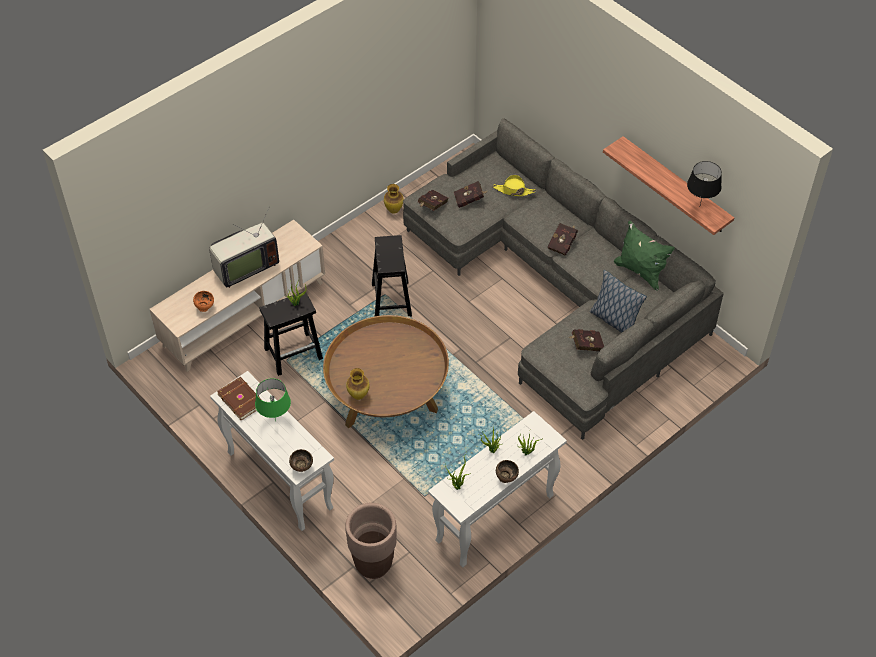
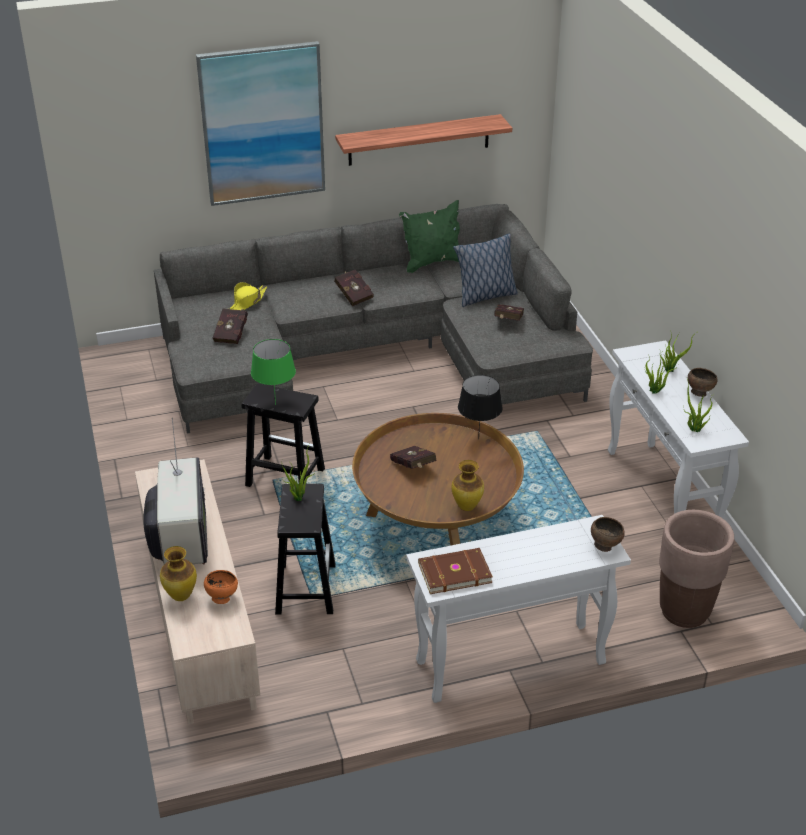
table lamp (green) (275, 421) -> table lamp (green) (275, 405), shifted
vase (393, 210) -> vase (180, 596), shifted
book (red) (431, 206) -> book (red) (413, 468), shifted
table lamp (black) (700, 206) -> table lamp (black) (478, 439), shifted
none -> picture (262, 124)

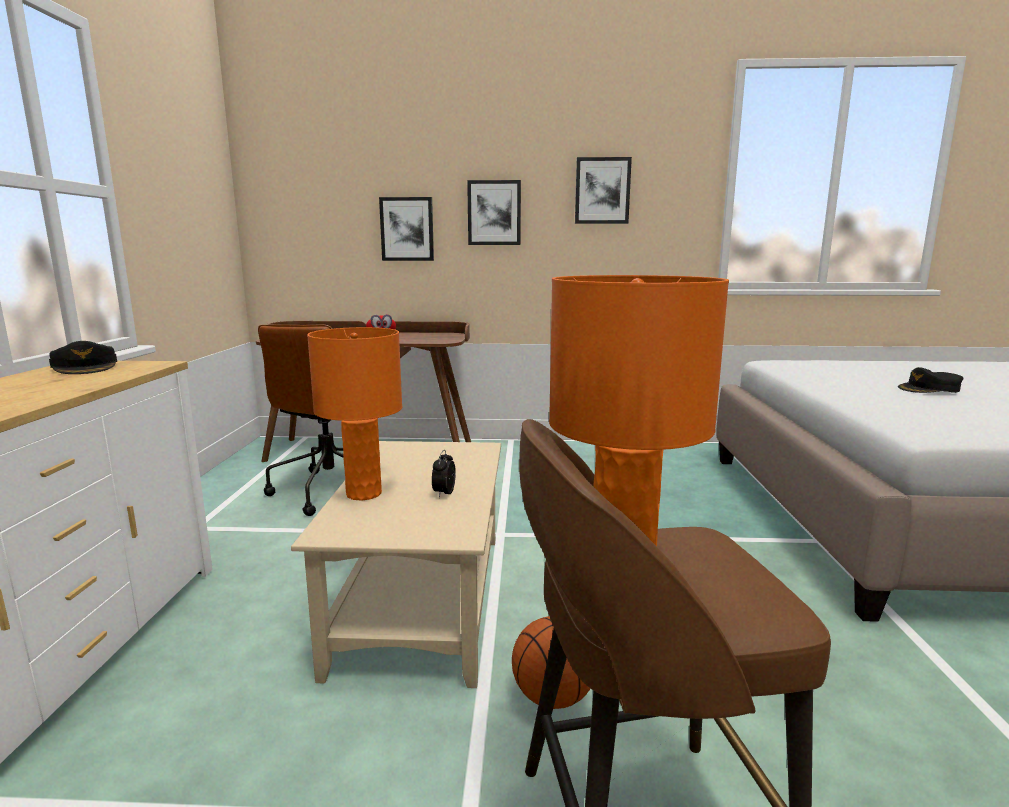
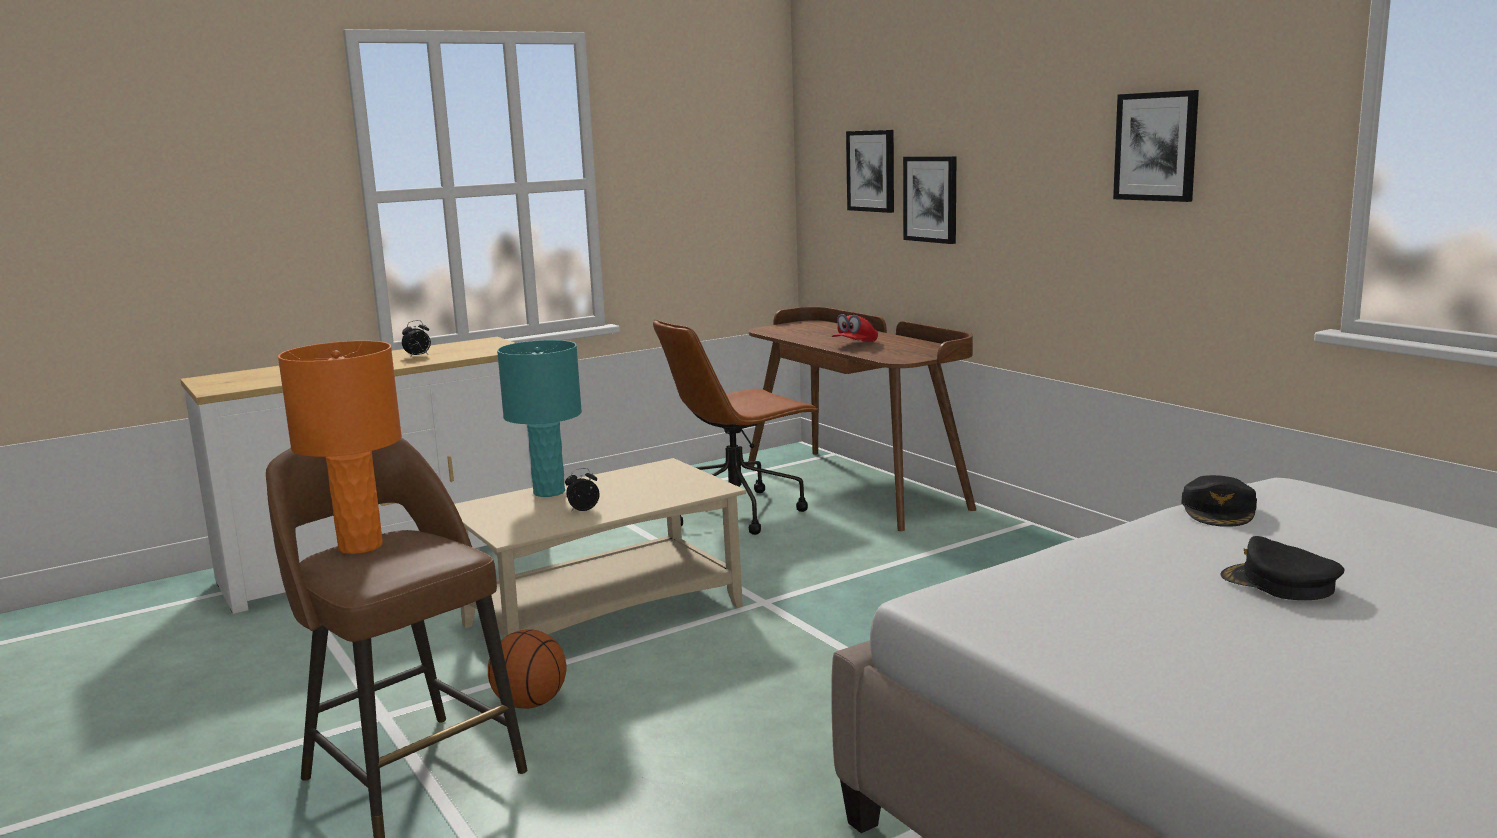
cap (black) (86, 367) -> cap (black) (1219, 510), shifted
table lamp (orange) (364, 493) -> table lamp (turquoise) (549, 492)
picture (494, 213) -> picture (871, 171), shifted
none -> alarm clock (418, 356)

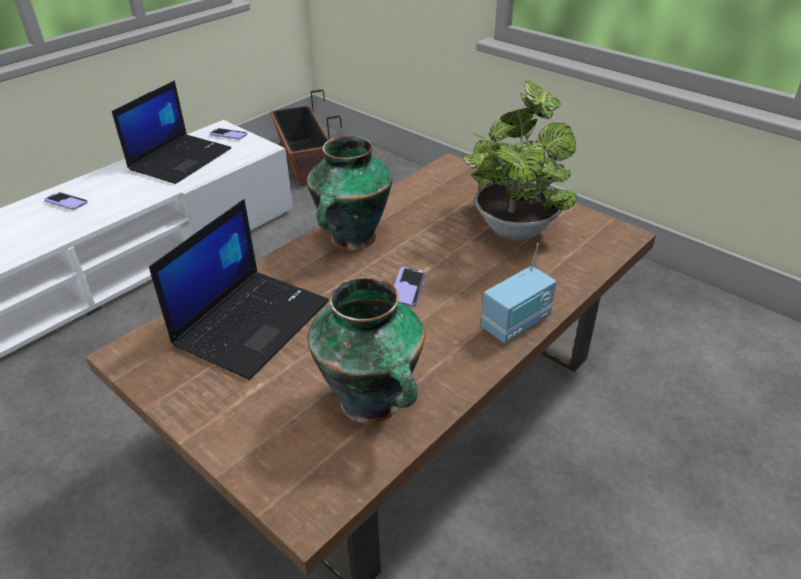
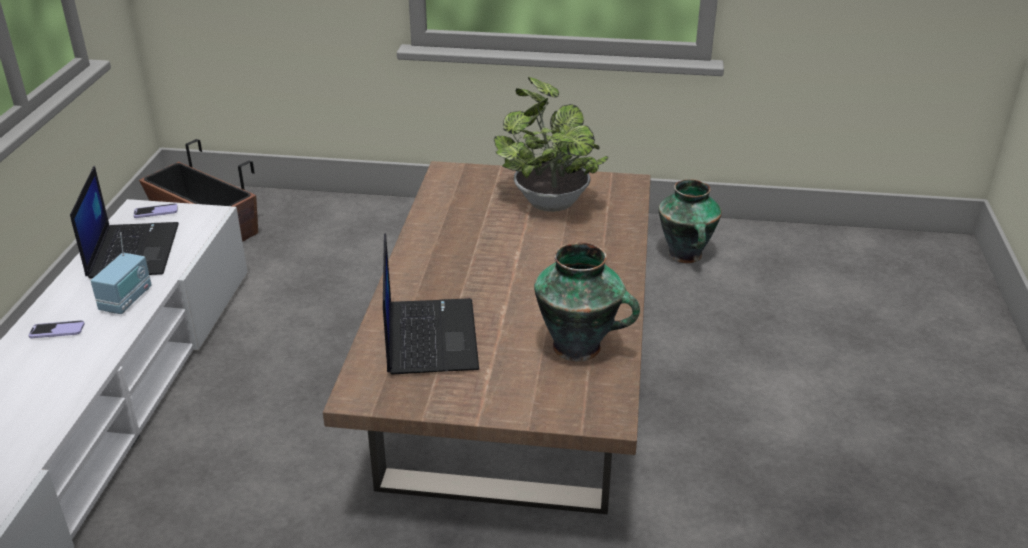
vase (352, 239) -> vase (685, 255), shifted
phone (408, 288) -> none
radio (516, 324) -> radio (126, 300), shifted

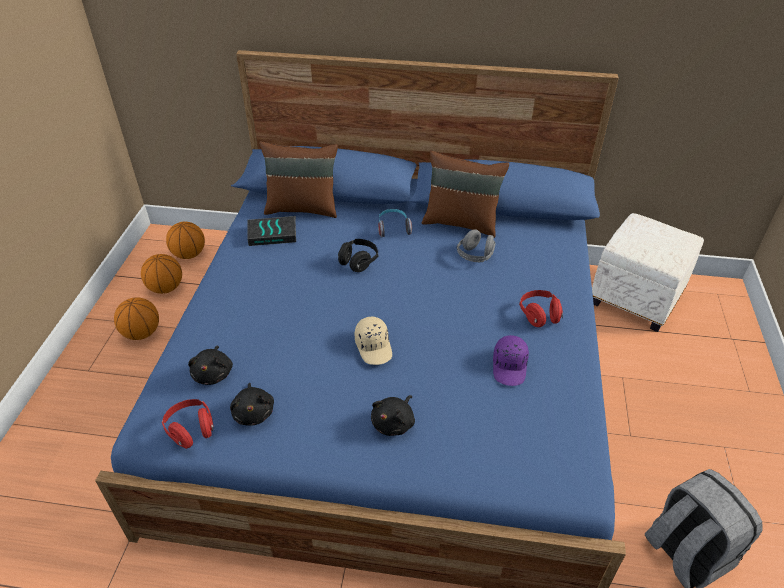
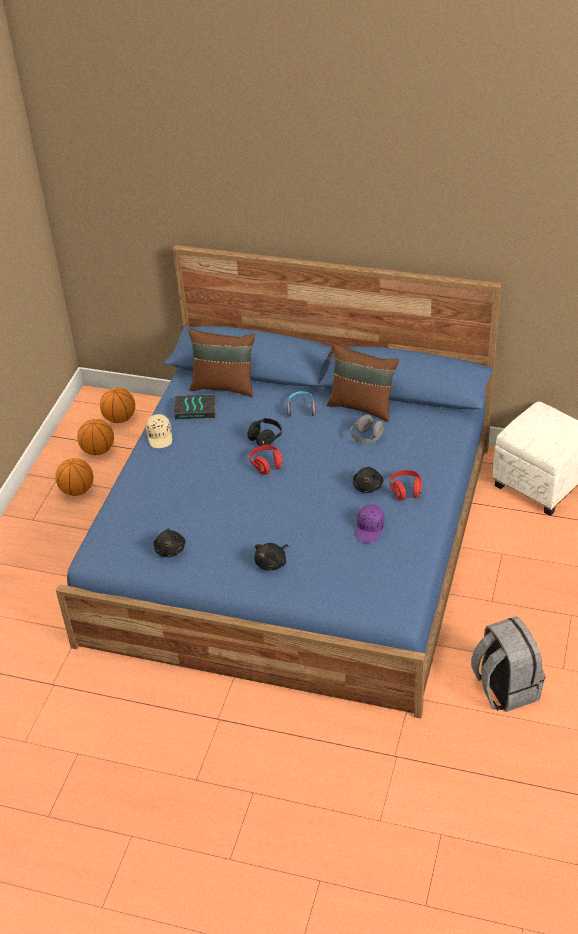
headphones (red) (191, 430) -> headphones (red) (266, 465), shifted
plush toy (black) (213, 373) -> plush toy (black) (368, 486), shifted
cap (beige) (374, 346) -> cap (beige) (160, 436), shifted

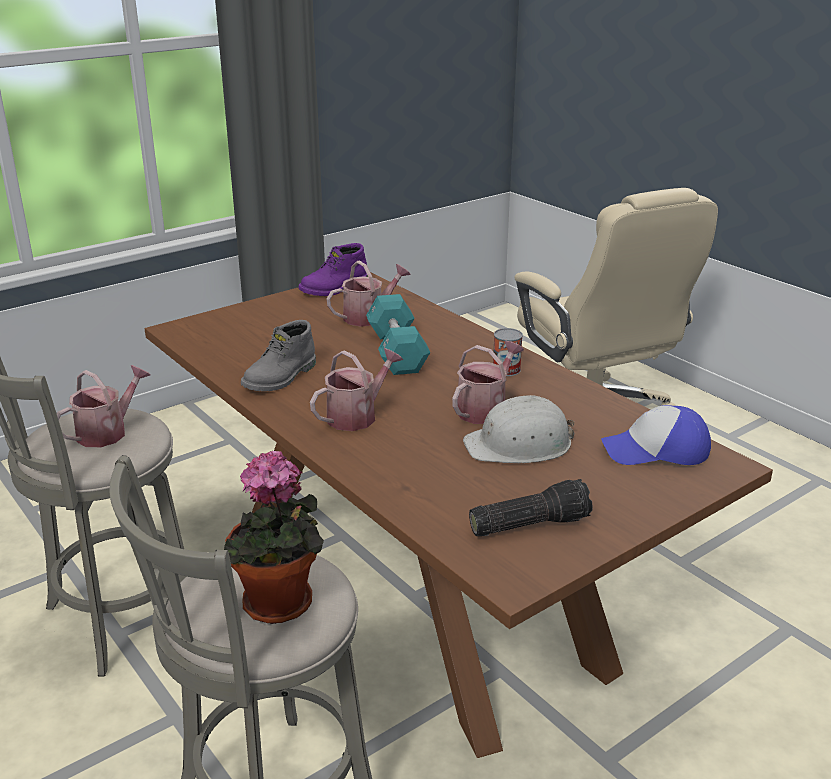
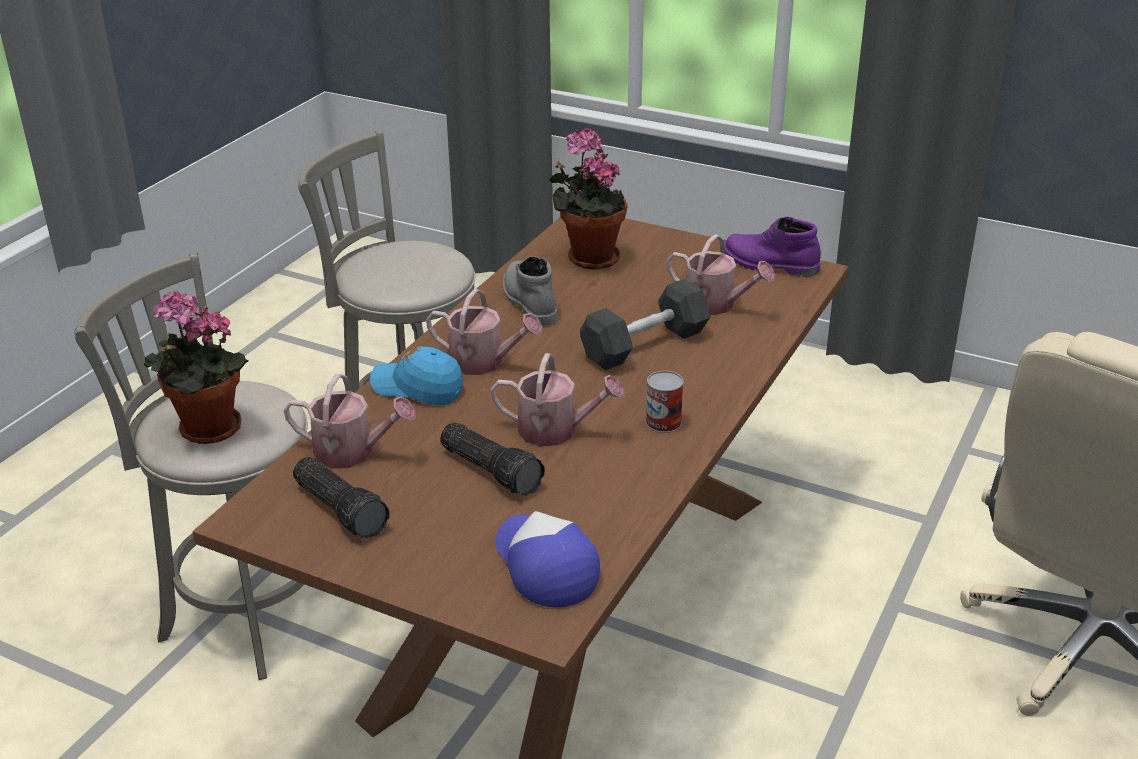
watering can (107, 432) -> watering can (352, 452), shifted
boot (grey) (281, 378) -> boot (grey) (528, 302), 60 degrees clockwise
dumbbell (turquoise) (397, 351) -> dumbbell (black) (645, 345)
hard hat (white) (520, 445) -> flashlight (493, 470)
none -> cap (blue) (418, 388)
none -> potted plant (589, 257)

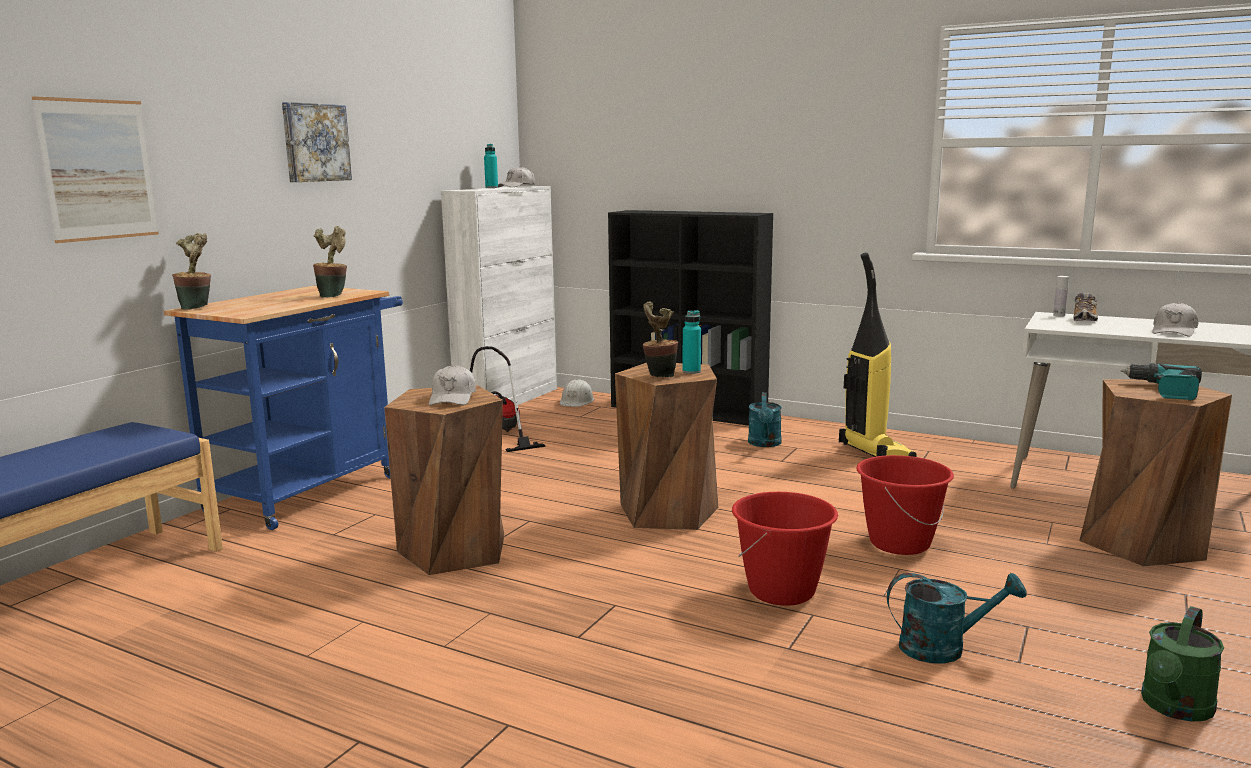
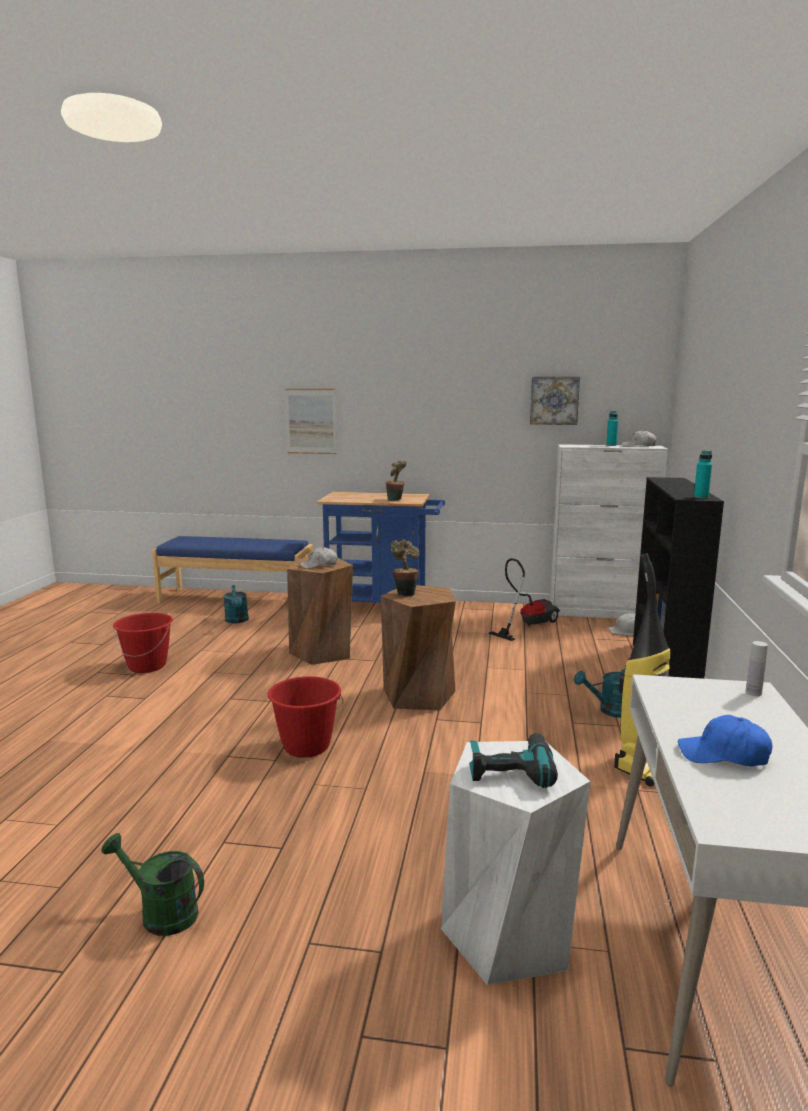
potted plant (197, 307) -> none
picture (315, 142) -> picture (554, 400), shifted
bottle (turquoise) (691, 371) -> bottle (turquoise) (701, 497), shifted
bucket (red) (899, 543) -> bucket (red) (147, 666), shifted
watering can (turquoise) (943, 648) -> watering can (turquoise) (237, 621), shifted
shoe (1084, 319) -> none
stool (brown) (1140, 543) -> stool (white) (508, 934)
cap (white) (1174, 331) -> cap (blue) (723, 755)

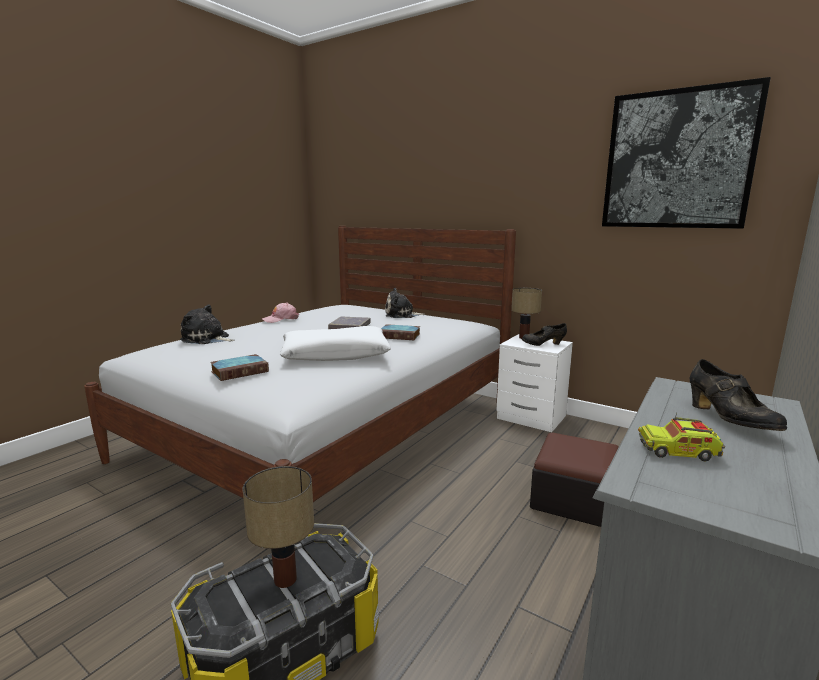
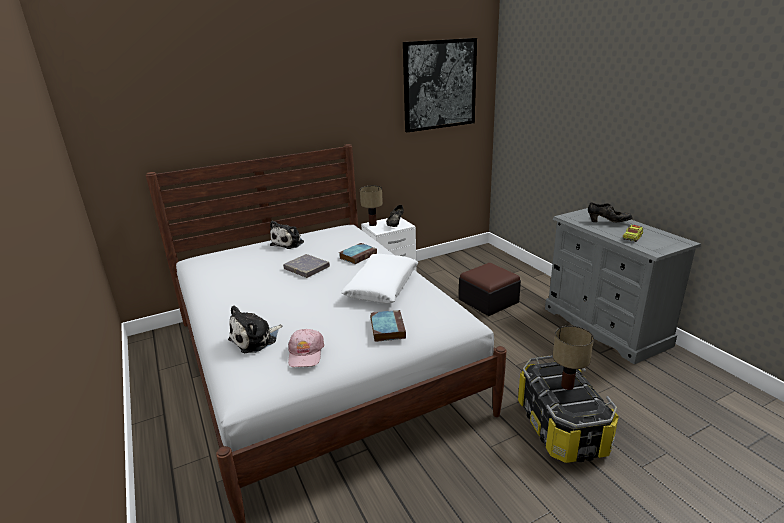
cap (pink) (280, 319) -> cap (pink) (305, 353), shifted

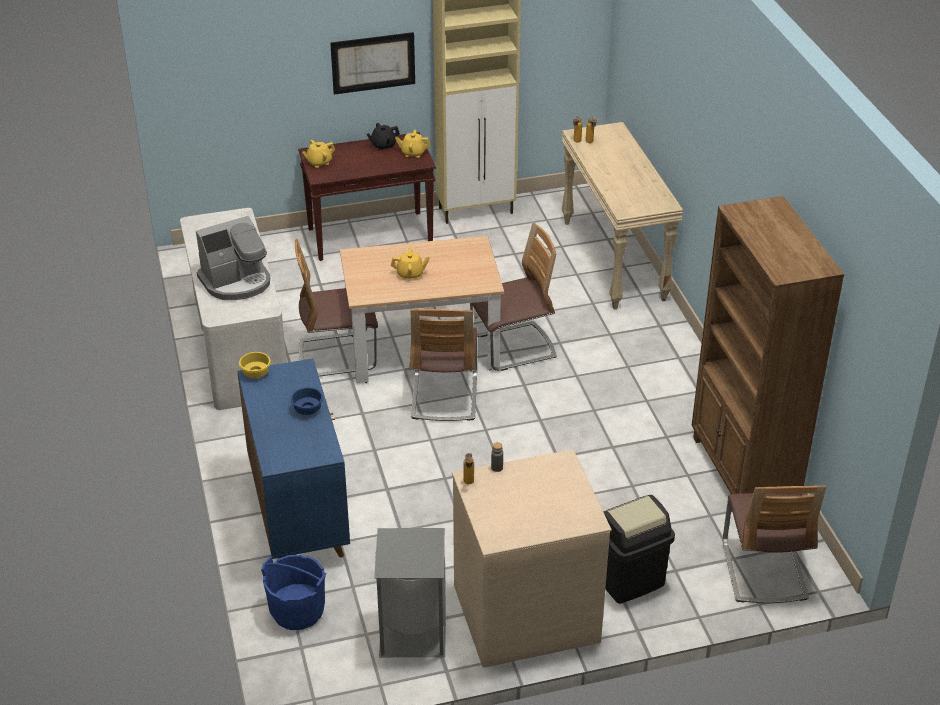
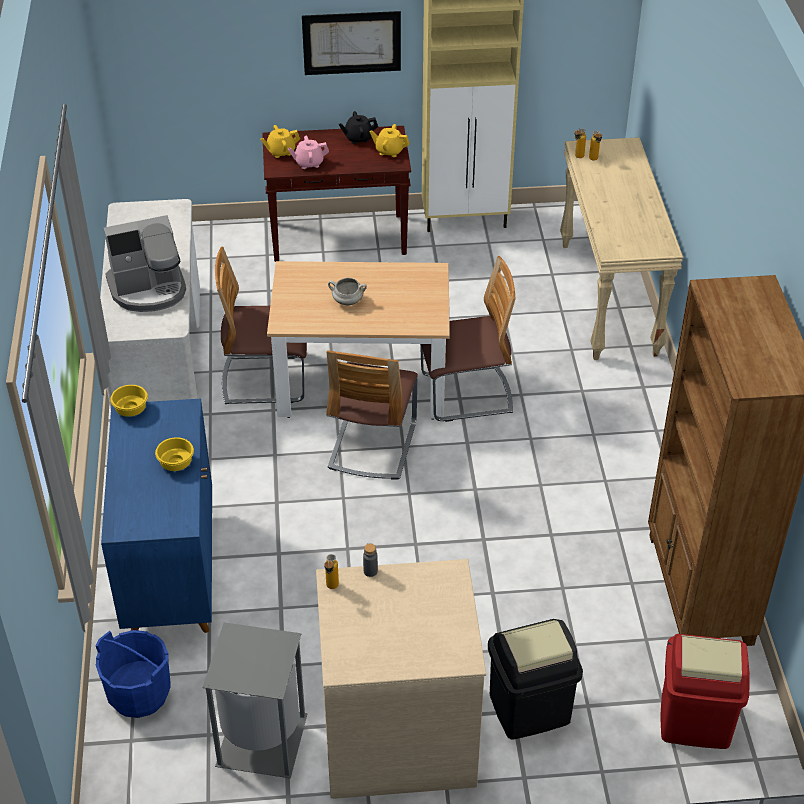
bowl (blue) (306, 409) -> bowl (yellow) (175, 463)
teapot (yellow) (410, 274) -> cooking pot (white) (347, 301)
chair (764, 570) -> trash can (red) (695, 721)
none -> teapot (pink) (309, 163)

